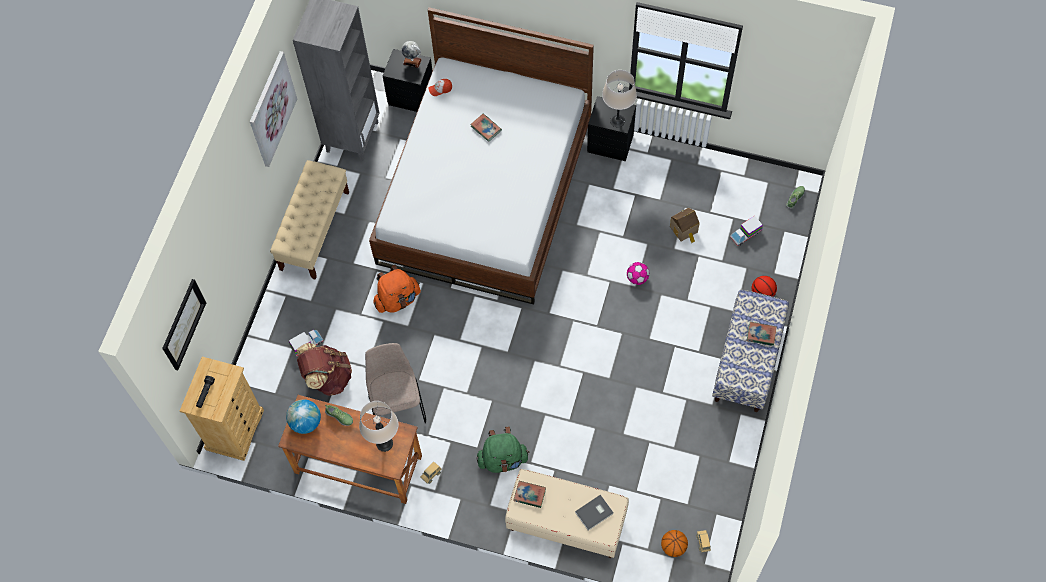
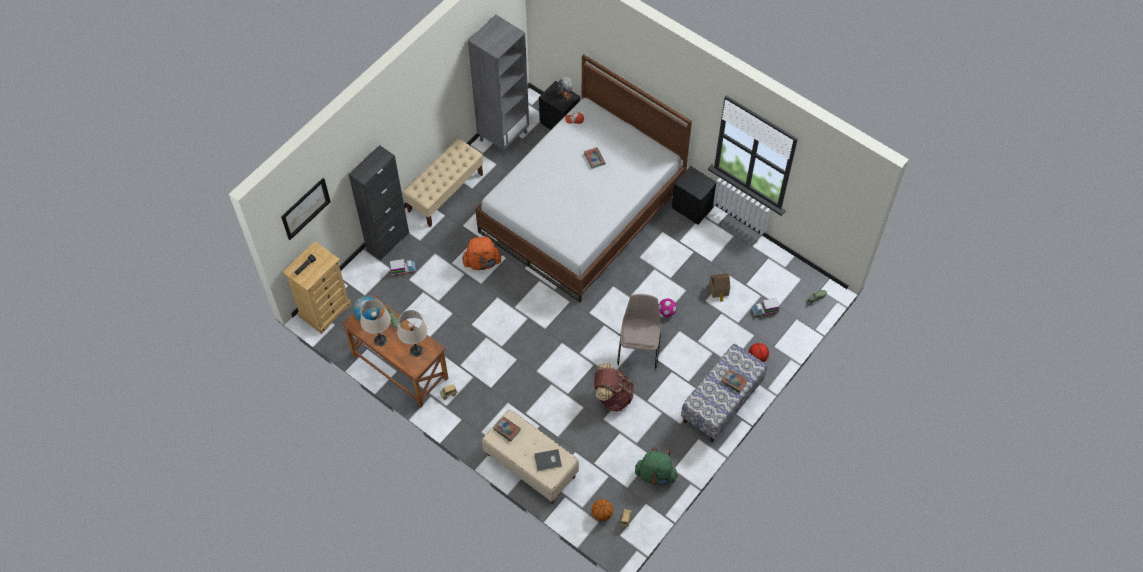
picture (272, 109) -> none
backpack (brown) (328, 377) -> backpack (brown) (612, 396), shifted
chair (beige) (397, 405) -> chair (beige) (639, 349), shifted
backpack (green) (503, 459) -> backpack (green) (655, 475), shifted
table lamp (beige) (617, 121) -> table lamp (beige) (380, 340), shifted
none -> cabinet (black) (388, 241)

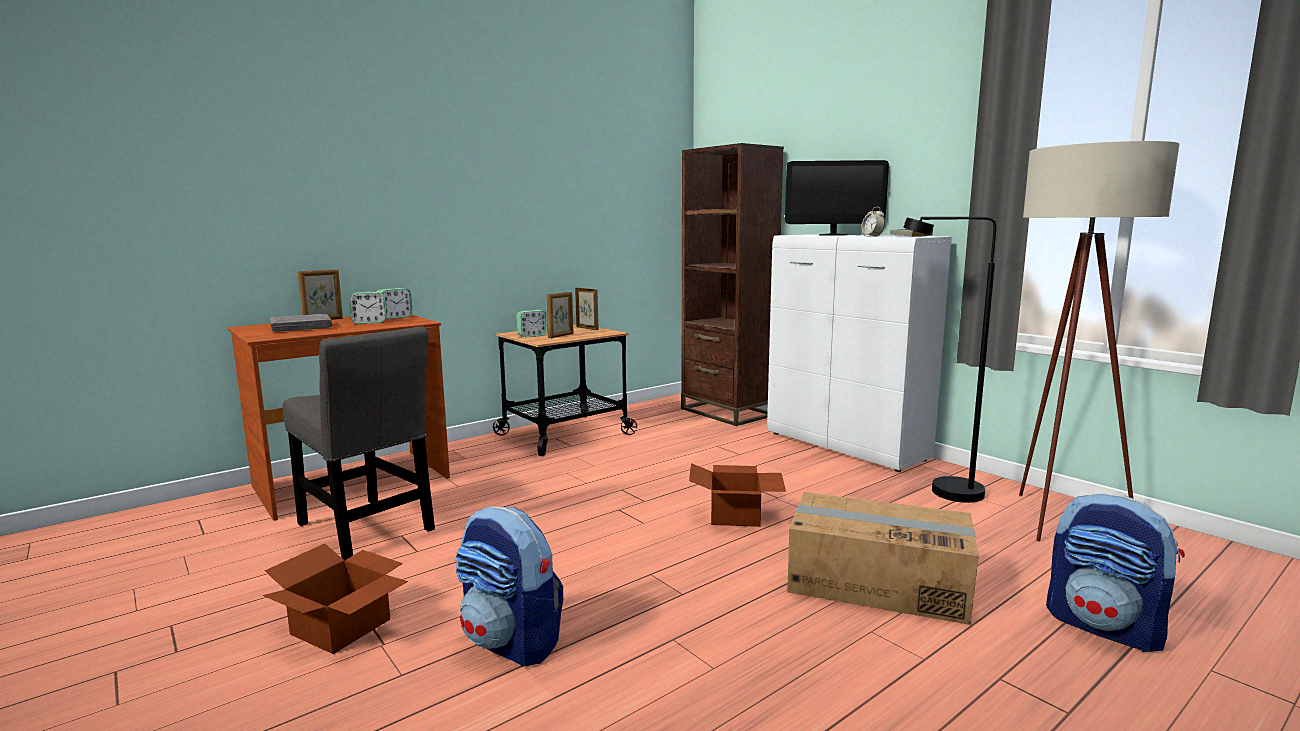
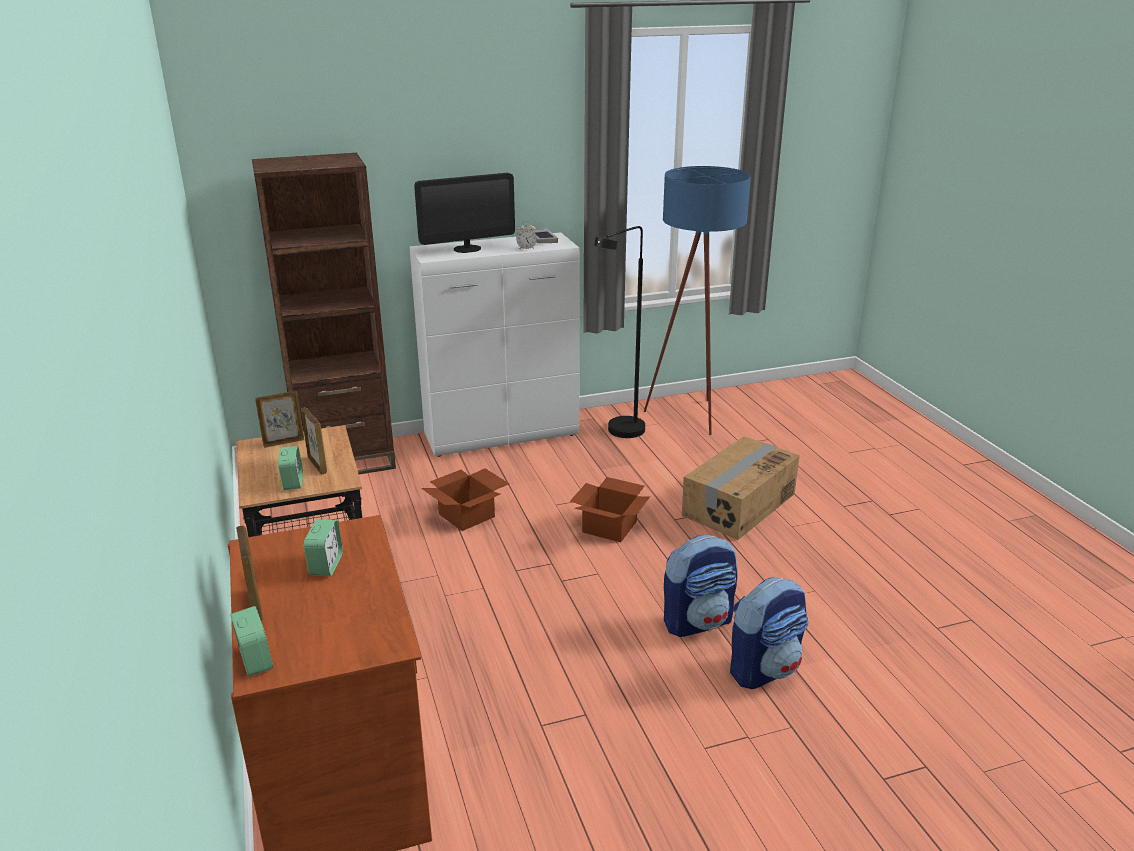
cardboard box (341, 628) -> cardboard box (468, 515), shifted
book (grey) (301, 327) -> none
chair (grey) (367, 530) -> none
alarm clock (395, 317) -> alarm clock (255, 660), shifted
monitor (833, 235) -> monitor (467, 249), 45 degrees clockwise
floor lamp (beige) (1056, 524) -> floor lamp (blue) (691, 419)
backpack (1105, 627) -> backpack (698, 621), shifted

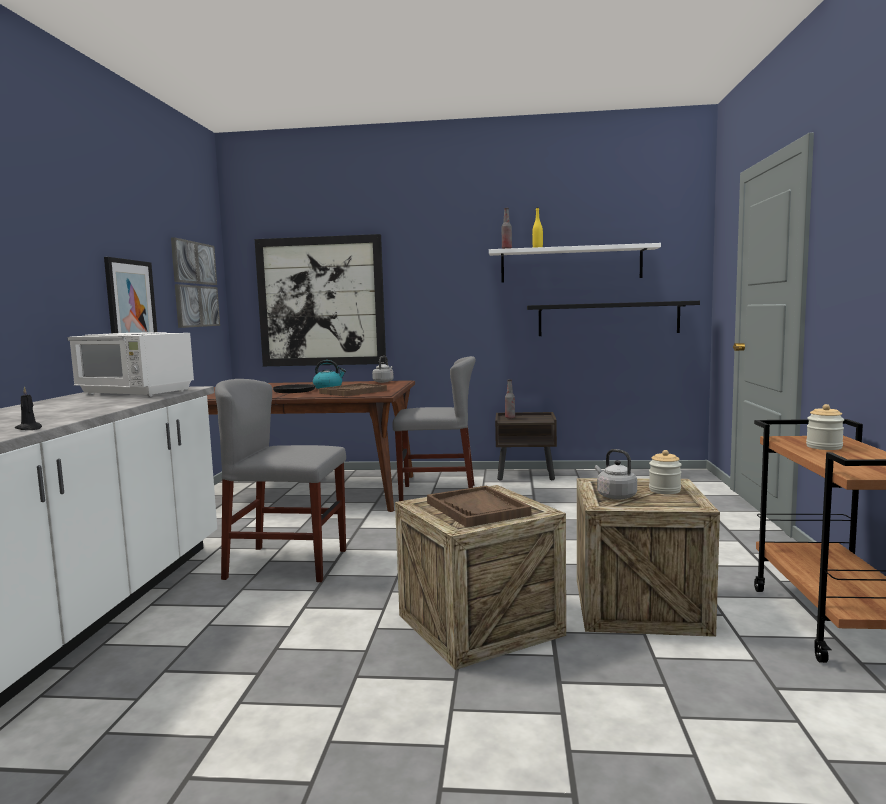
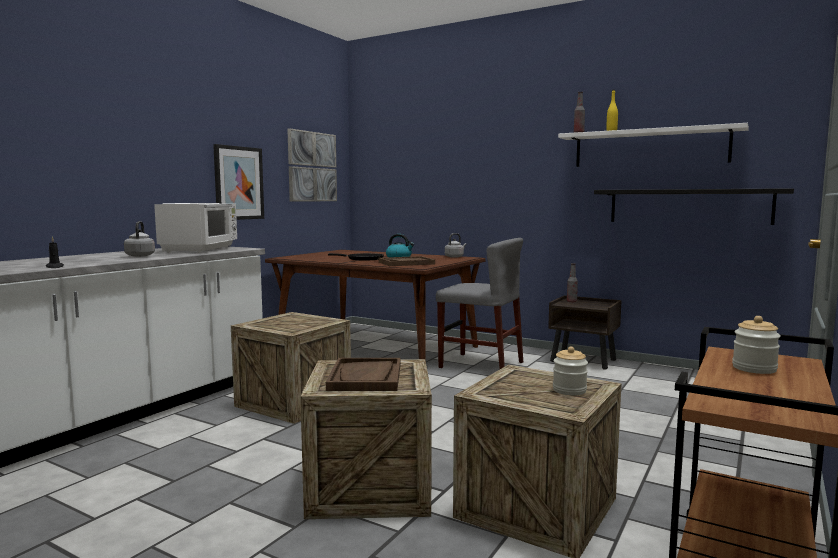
microwave (white) (135, 393) -> microwave (white) (201, 249), 135 degrees counterclockwise
chair (grey) (287, 564) -> crate (294, 402)
picture (321, 301) -> none
kettle (grey) (614, 496) -> kettle (grey) (140, 255), shifted

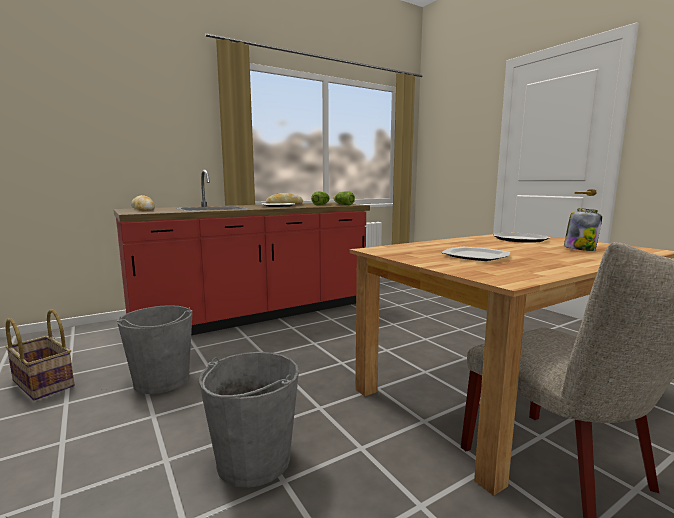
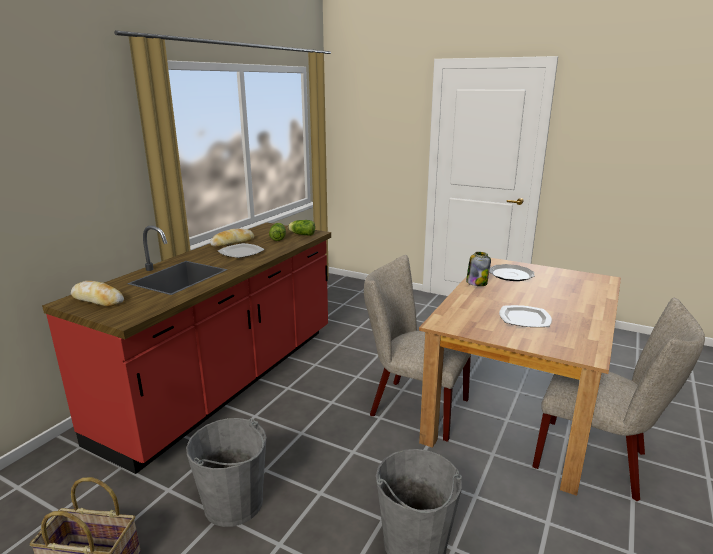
jar (579, 249) -> jar (476, 283), shifted
none -> chair (beige) (412, 406)

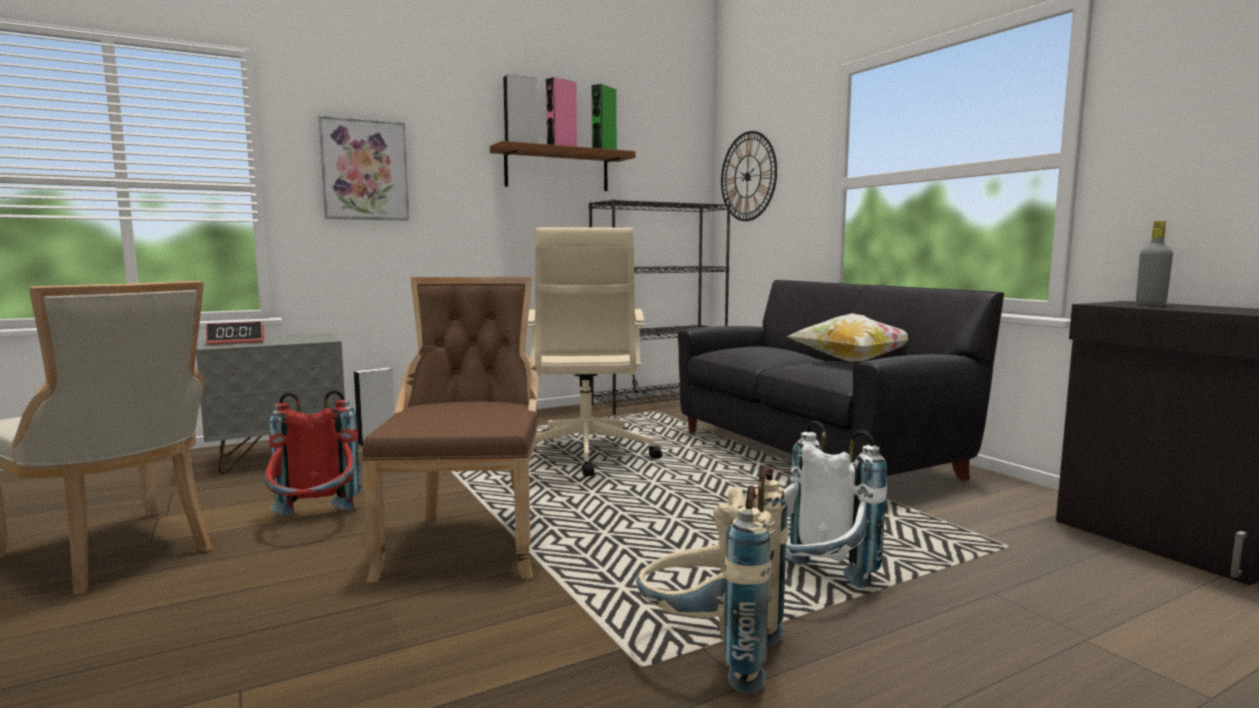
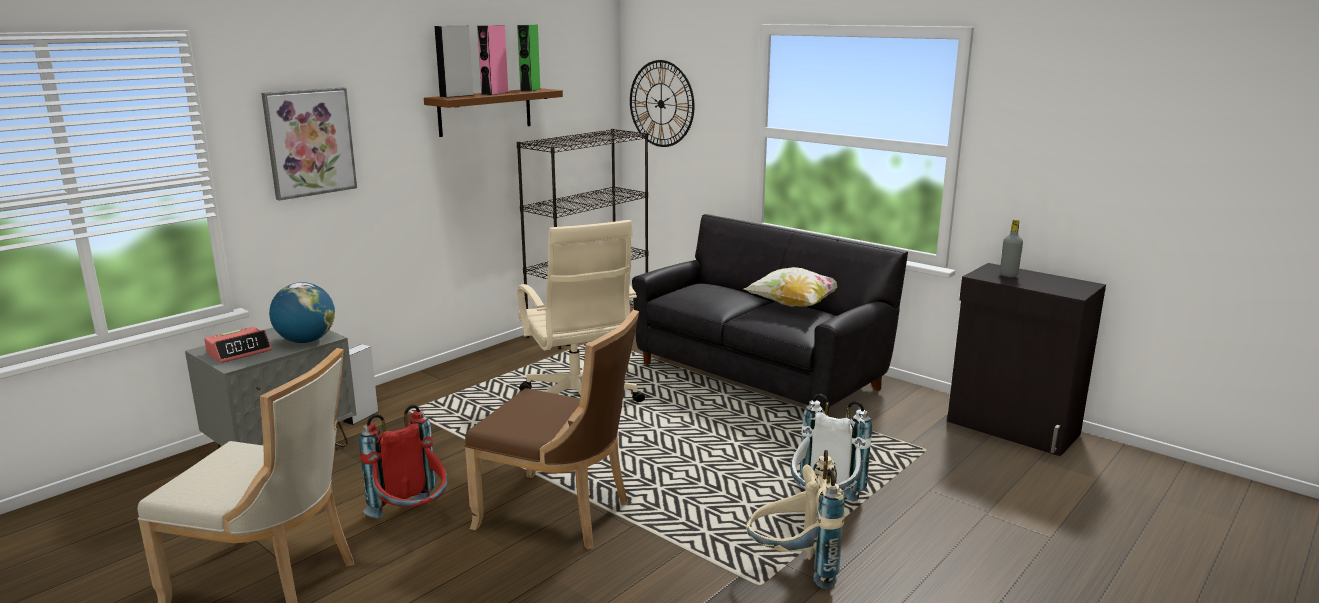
chair (brown) (467, 541) -> chair (brown) (560, 514), 135 degrees clockwise
none -> globe (306, 341)

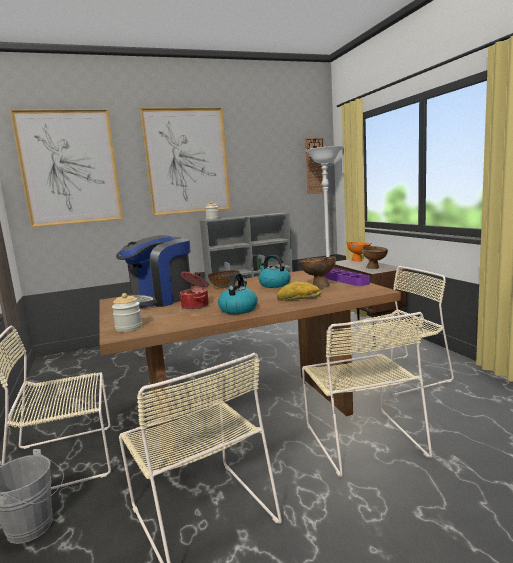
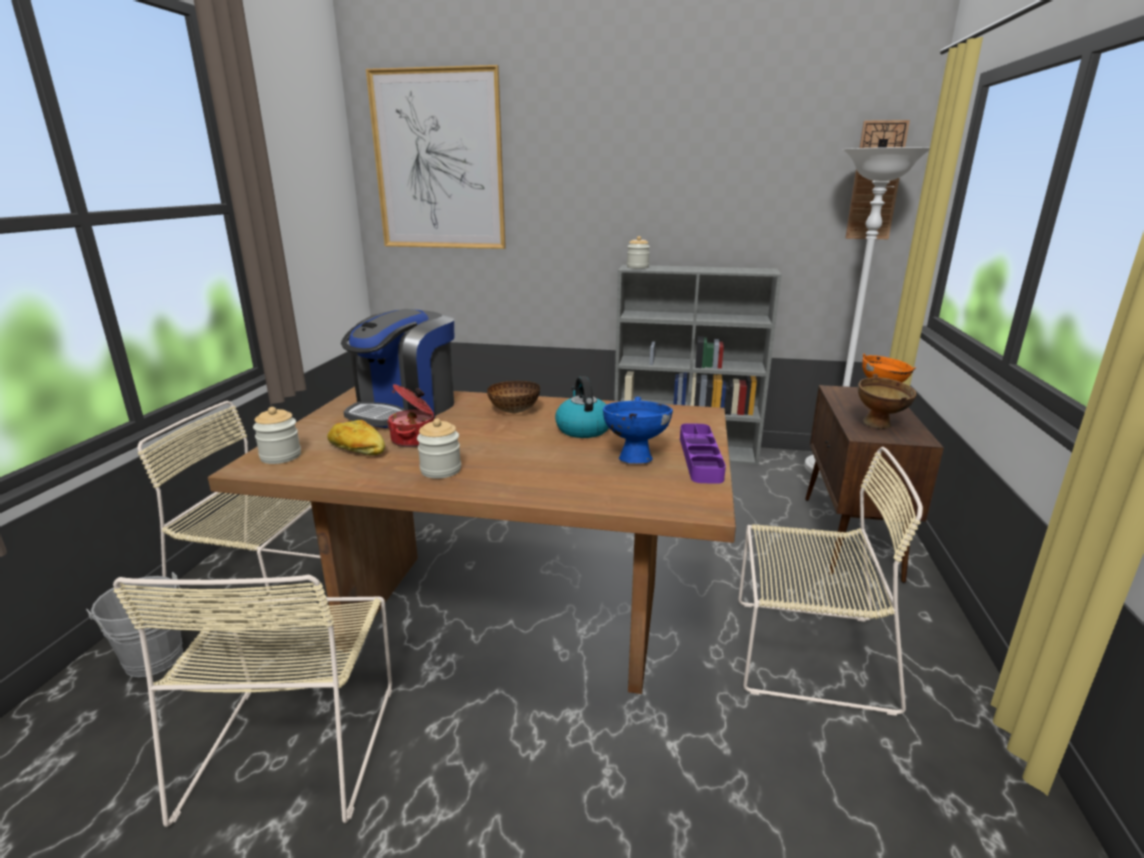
coffee machine (159, 299) -> coffee machine (405, 409), 45 degrees counterclockwise
picture (187, 161) -> none
kettle (238, 309) -> jar (441, 470)
bread (299, 299) -> bread (357, 450), shifted
bowl (brown) (318, 286) -> bowl (blue) (635, 456)
chair (beige) (362, 438) -> none

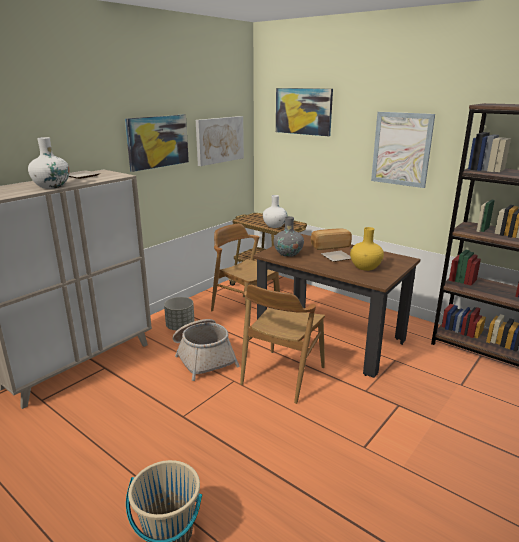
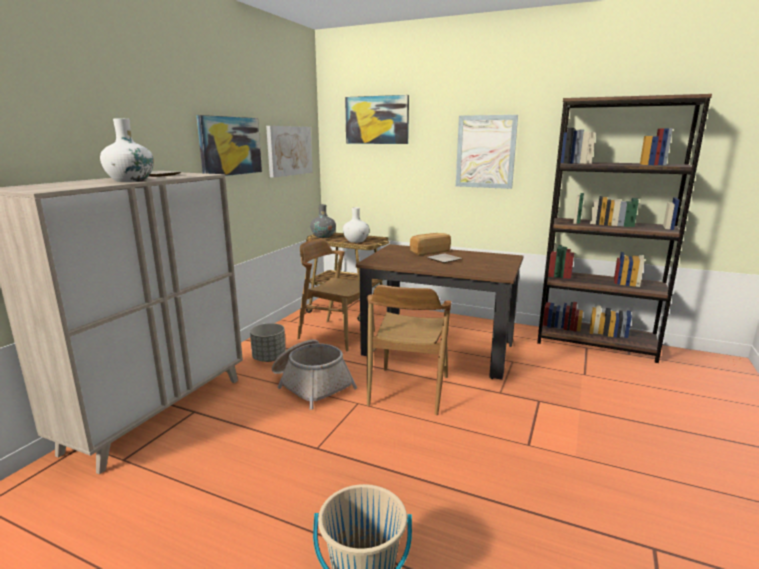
vase (grey) (288, 253) -> vase (grey) (323, 236), shifted
vase (yellow) (365, 267) -> none

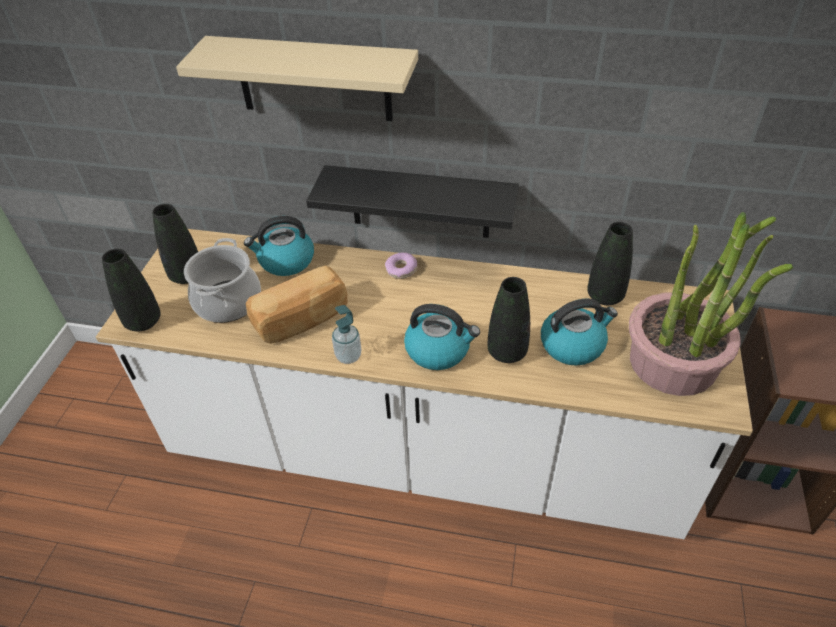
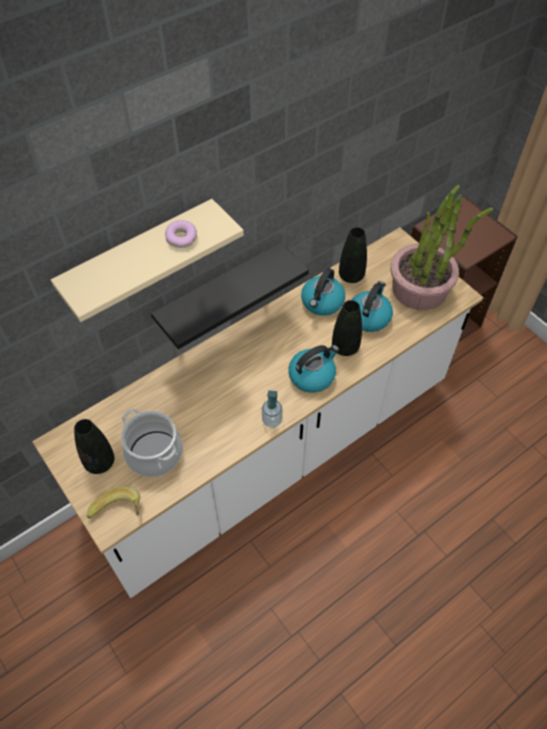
vase (black) (143, 322) -> banana (119, 513)
kettle (286, 261) -> kettle (322, 302), shifted
bread (302, 320) -> none
donut (401, 269) -> donut (181, 238), shifted

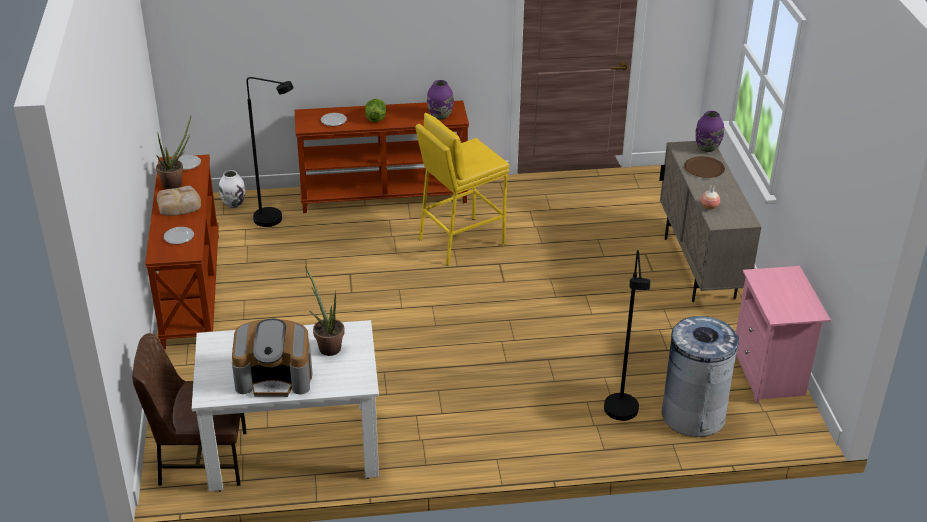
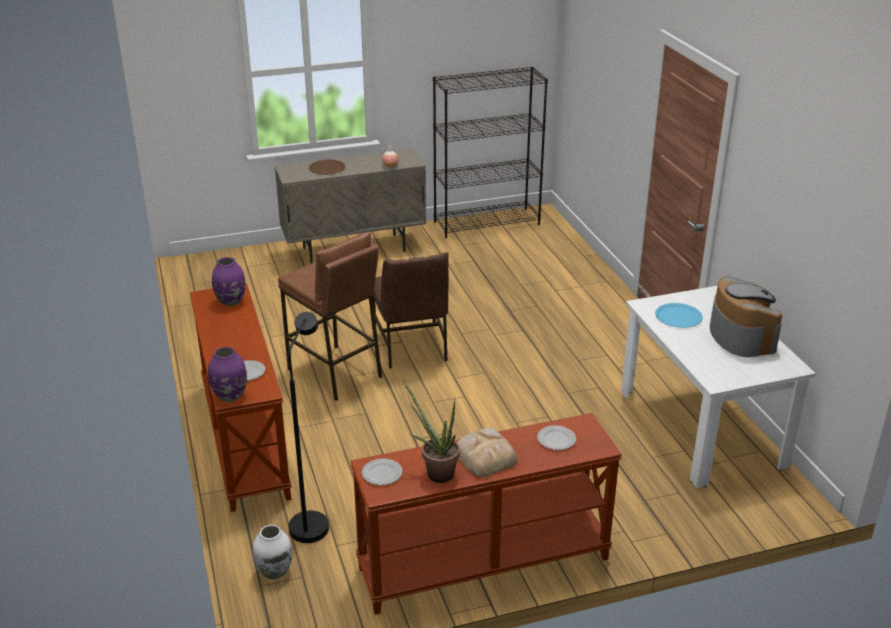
chair (brown) (201, 459) -> chair (brown) (411, 346), shifted
potted plant (327, 346) -> plate (blue) (678, 316)
lettuce (375, 118) -> none
stool (yellow) (460, 241) -> stool (brown) (335, 373)
floor lamp (black) (621, 415) -> none
trash can (grey) (693, 415) -> none
vase (purple) (707, 148) -> vase (purple) (230, 396), shifted
nightstand (pink) (770, 375) -> bookcase (black) (487, 223)

